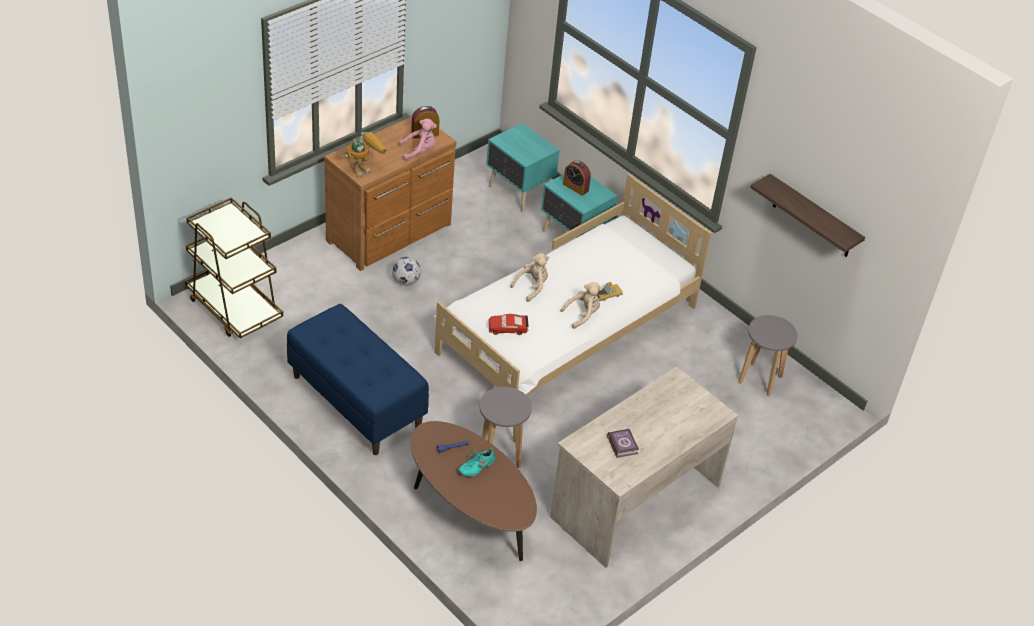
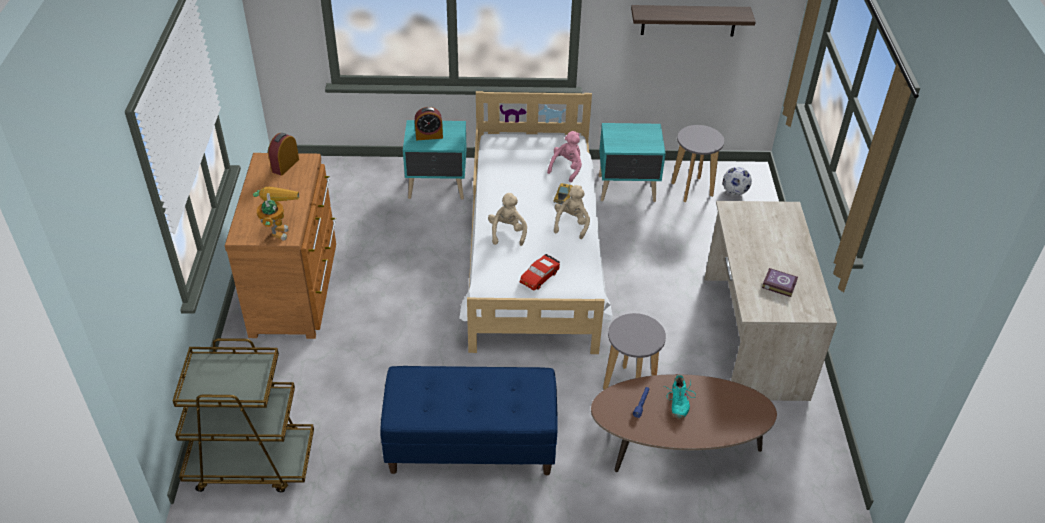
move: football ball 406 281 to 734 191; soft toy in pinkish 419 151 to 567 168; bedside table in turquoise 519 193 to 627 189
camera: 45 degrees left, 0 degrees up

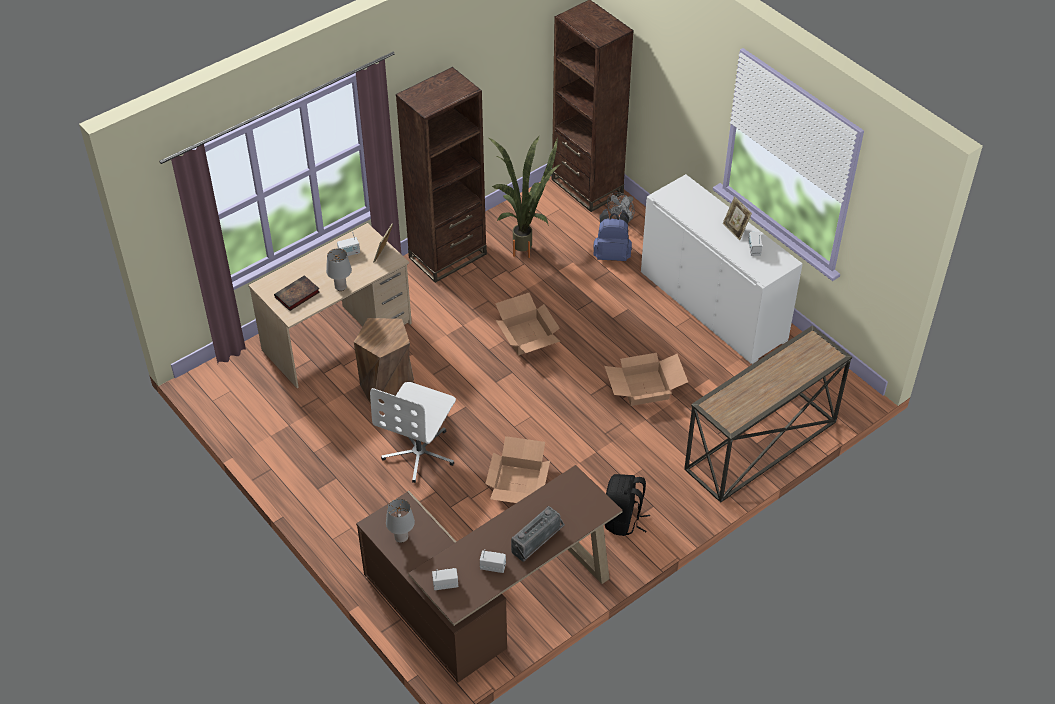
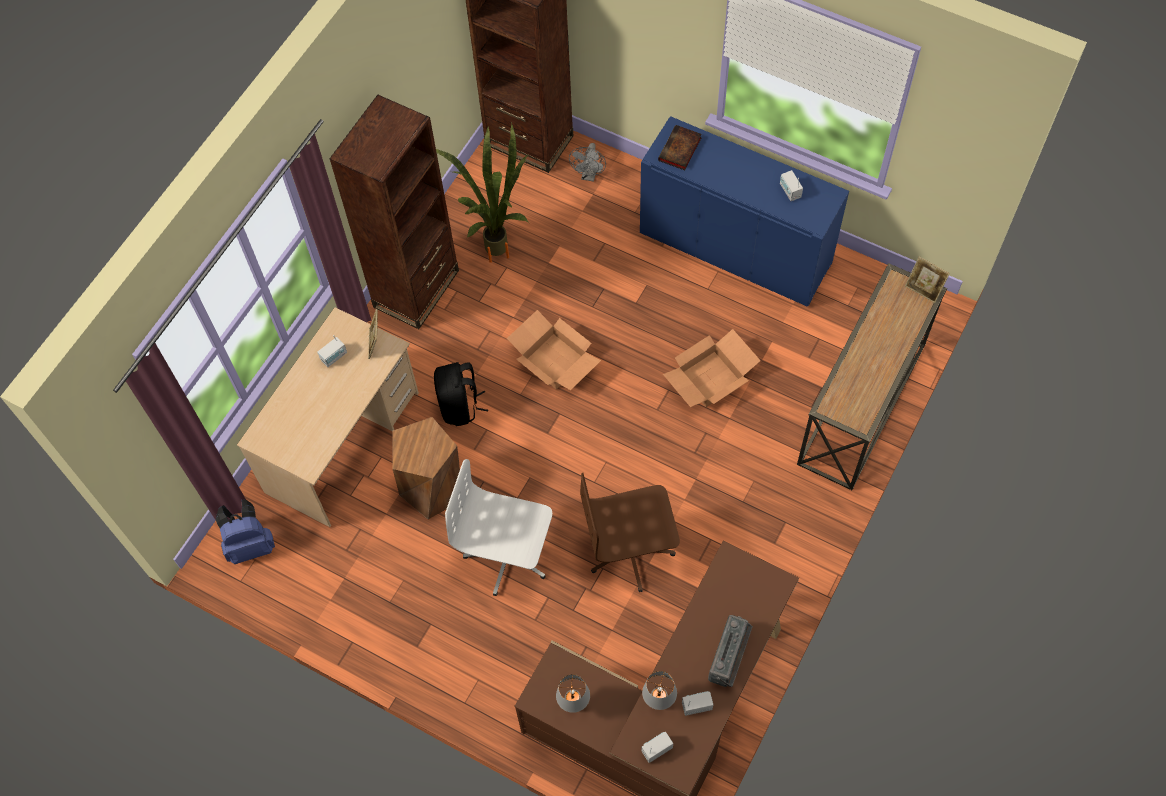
move: book 296 295 to 680 150; lamp for a table in greyish 340 287 to 658 701; backpack in bluish 612 254 to 251 545; backpack in black-coloured 623 520 to 460 406; picture frame 735 230 to 923 290
replace: cardboard box 517 483 to office chair in brown 631 551
recolor: storage cabinet in whitish 712 306 to storage cabinet in bluish 735 248
rotate: office chair in whitish 420 453 = 508 556 105 degrees clockwise
camera: 20 degrees left, 15 degrees up

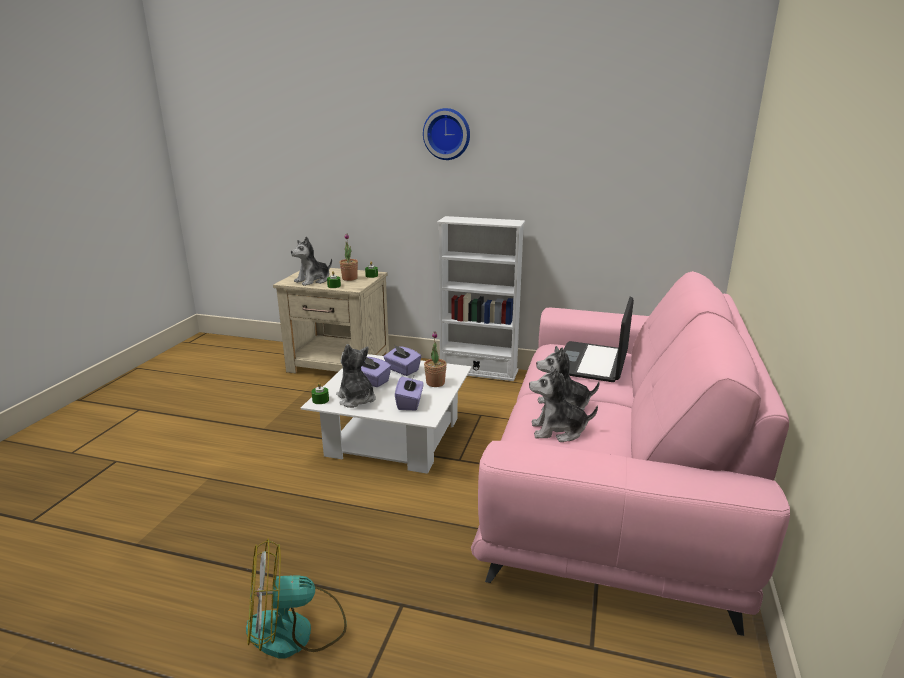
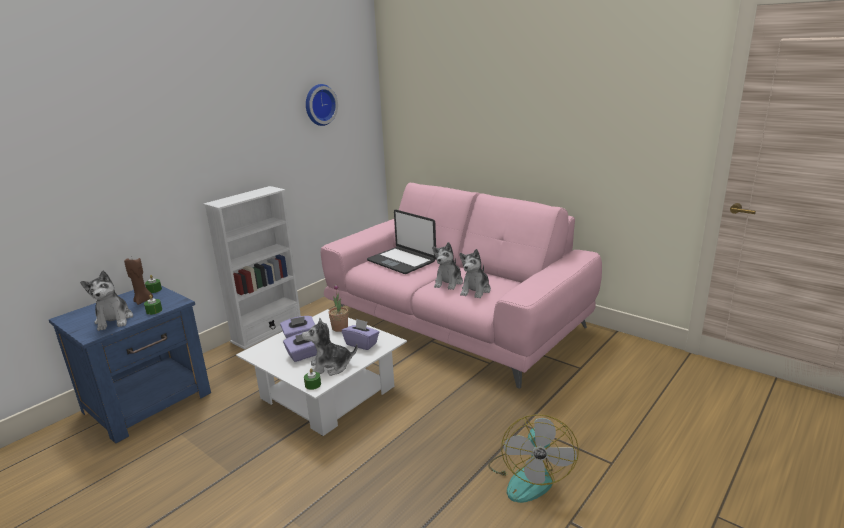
move: wall clock 447 134 to 319 104
replace: potted plant 349 278 to wax light in brown 143 301
recolor: bedside table in beige-coloured 340 364 to bedside table in bluish 149 402
camera: 65 degrees left, 0 degrees up

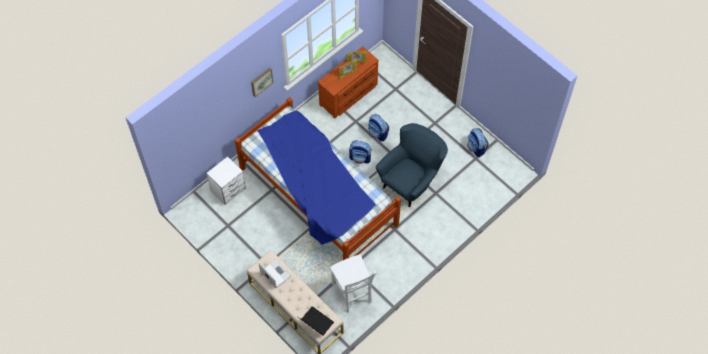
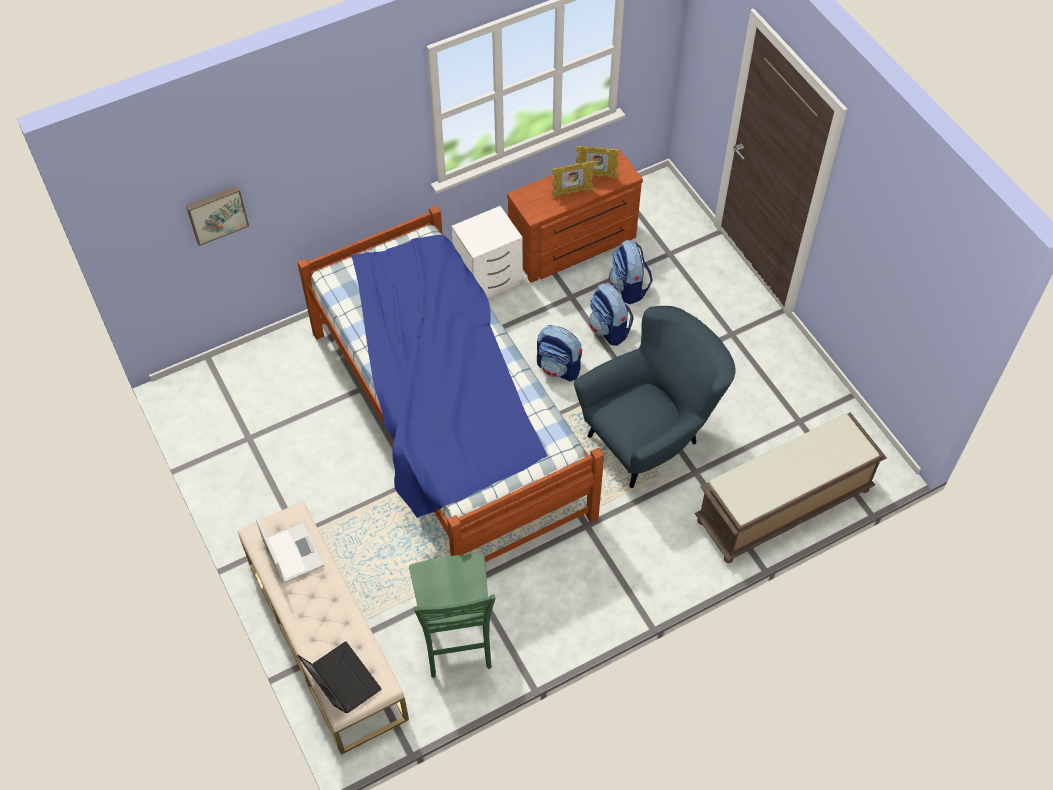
insert: long seat in brown 783 507
move: bedside table in whitish 229 189 to 490 279; wall art 261 81 to 216 214; backpack 476 148 to 629 287
recolor: plain chair in whitish 352 293 to plain chair in green 456 639
camera: 15 degrees right, 5 degrees down

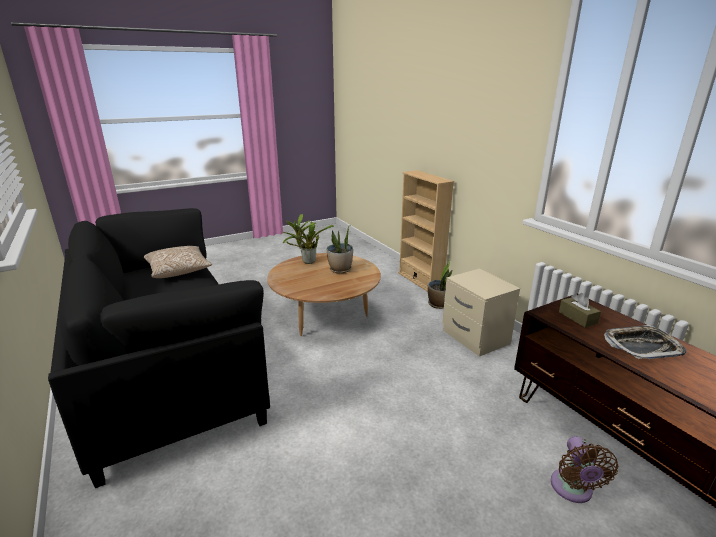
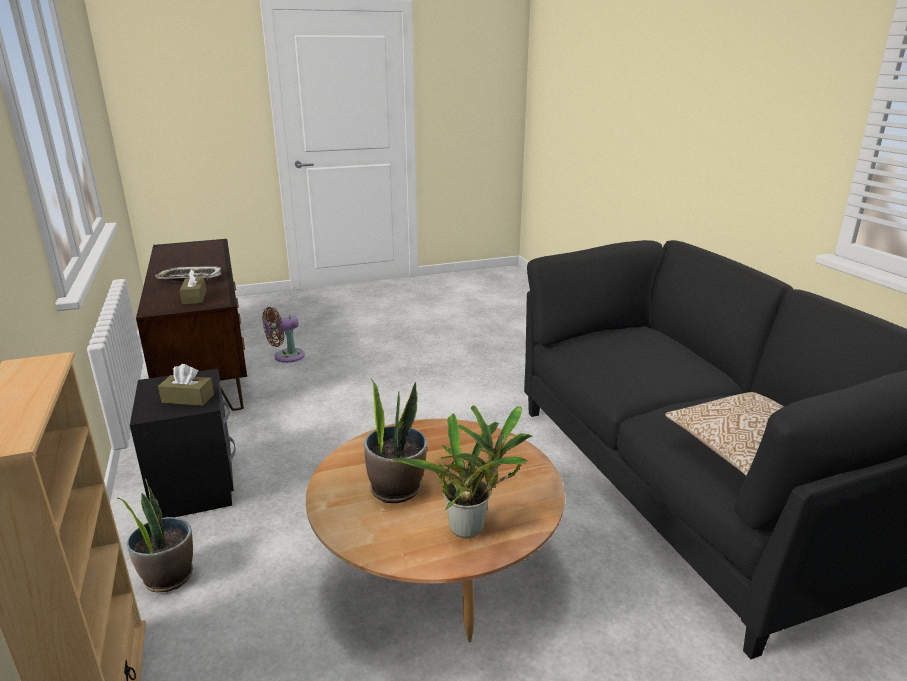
insert: box of tissues in brown 188 398
recolor: bedside table in beige-coloured 474 337 to bedside table in black-coloured 197 486
rotate: electric fan in brown 572 490 = 286 357 135 degrees counterclockwise
camera: 170 degrees left, 0 degrees up

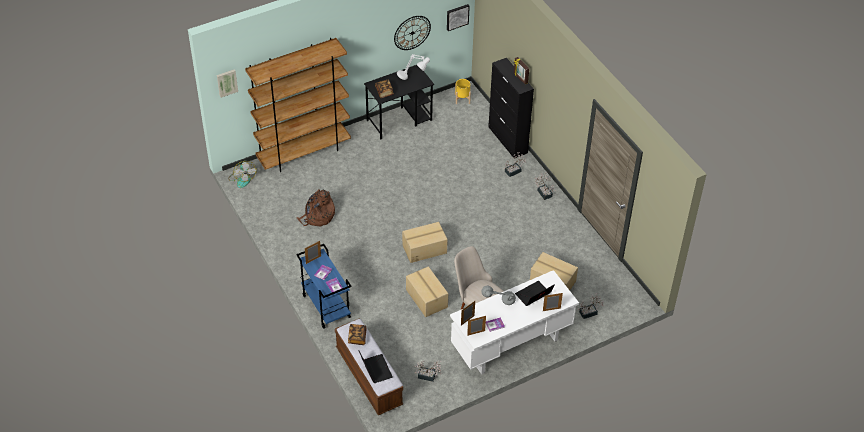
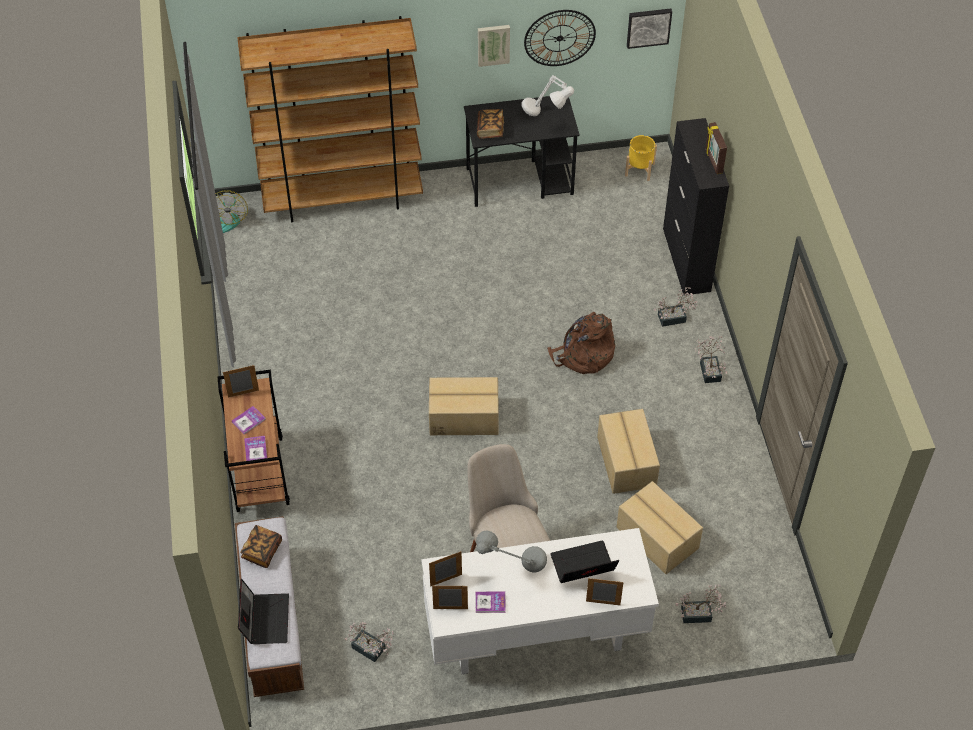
move: wall art 227 82 to 493 44; backpack in brown 317 216 to 583 355; cardboard box 426 299 to 625 462
recolor: wheeled cart in bluish 325 306 to wheeled cart in brown 259 473
camera: 20 degrees right, 5 degrees up

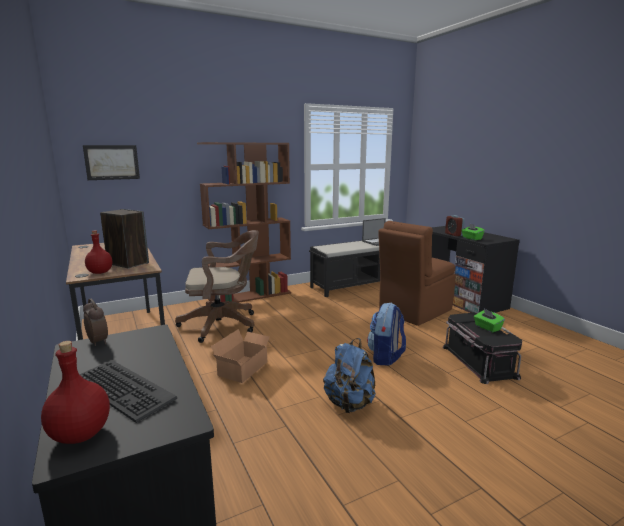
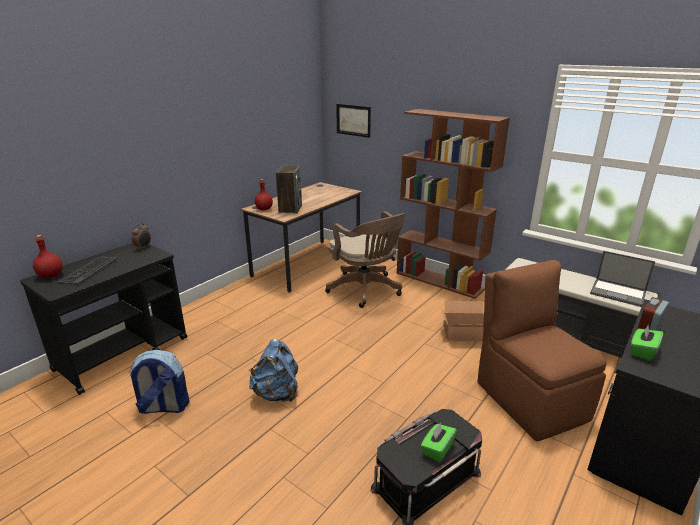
move: cardboard box 245 368 to 466 334; backpack 386 357 to 163 407
rotate: plain chair in brown 414 311 = 529 399 45 degrees clockwise
camera: 65 degrees right, 10 degrees up

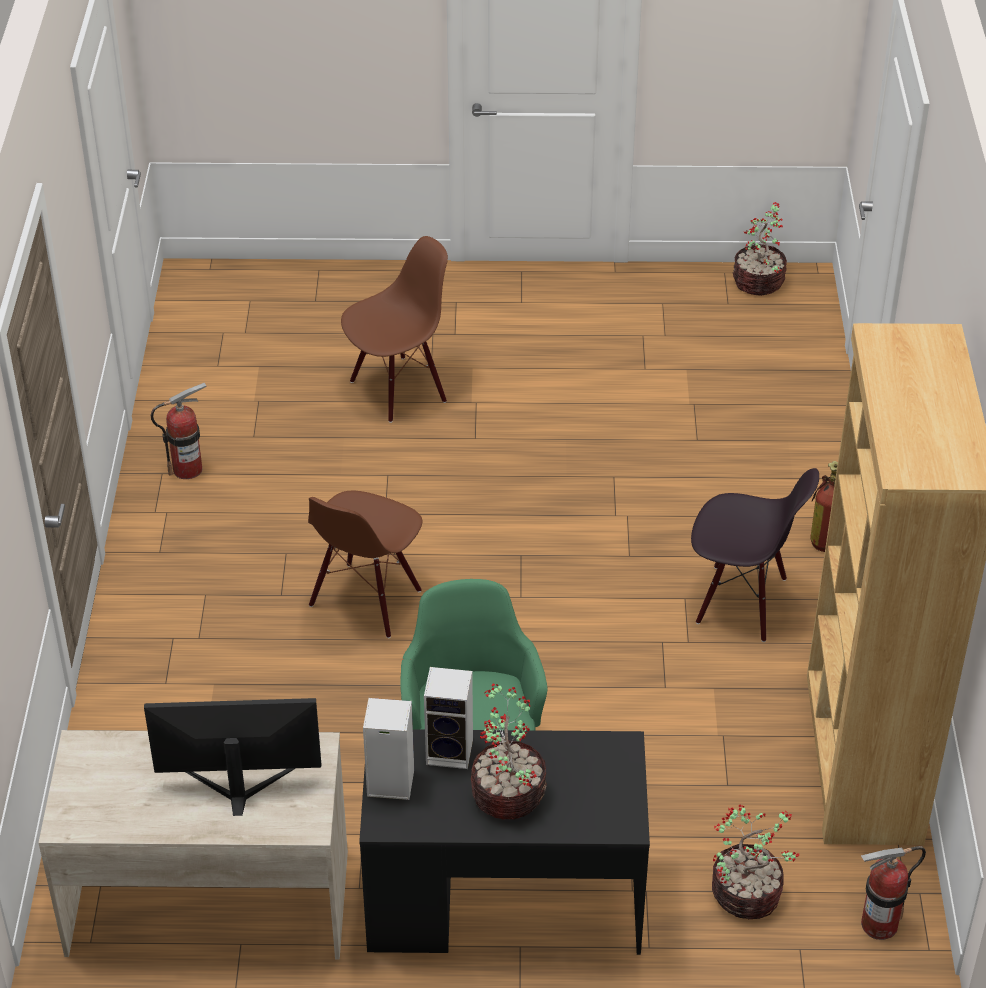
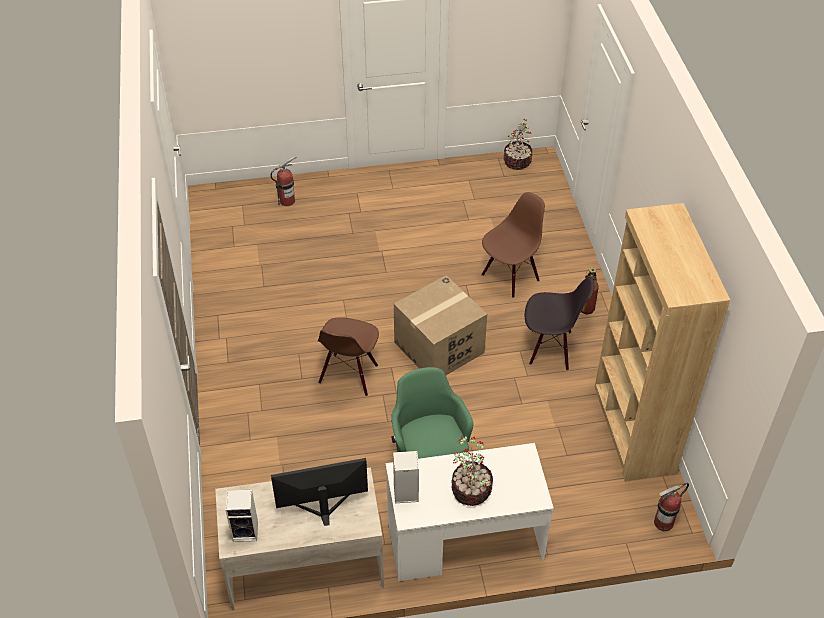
delete: potted plant 748 894
insert: cardboard box 439 348
move: fire extinguisher 187 469 to 287 201; plain chair in brown 398 390 to 510 277; speaker 451 751 to 246 531
recolor: desk in black-coloured 503 901 to desk in whitish 464 540
camera: 10 degrees left, 5 degrees up

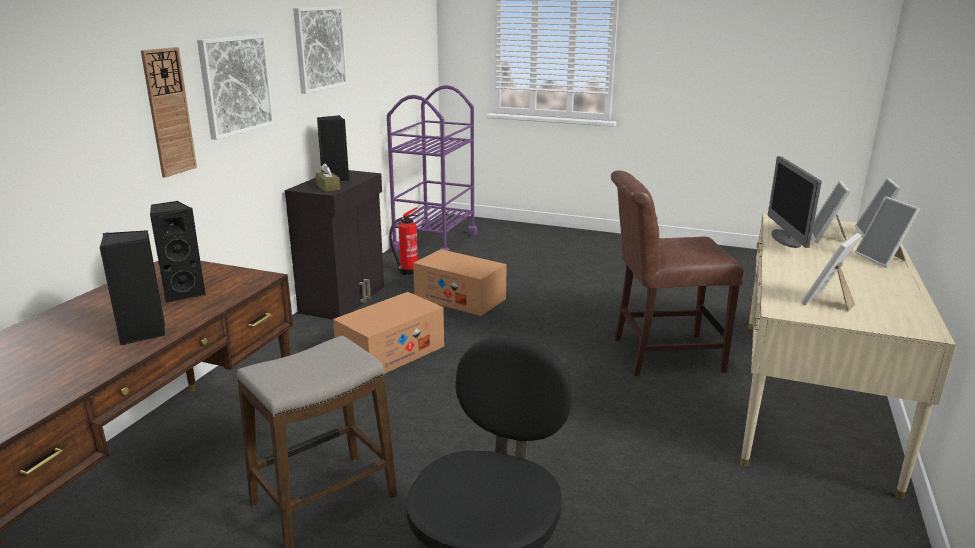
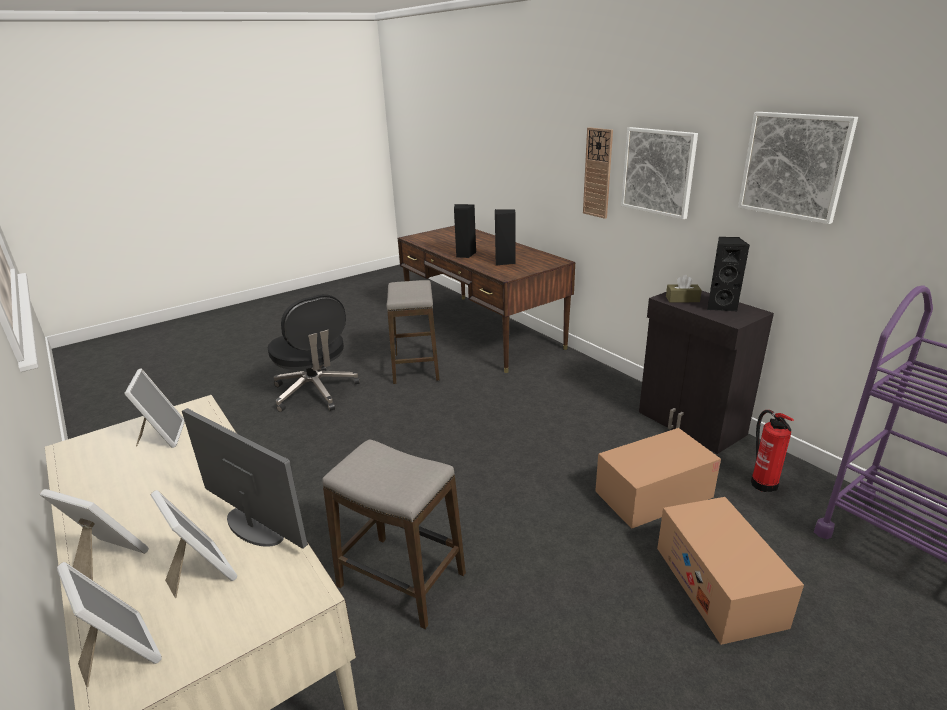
move: cardboard box 391 353 to 718 585
replace: plain chair in brown 660 354 to stool 401 580
camera: 125 degrees right, 5 degrees up

